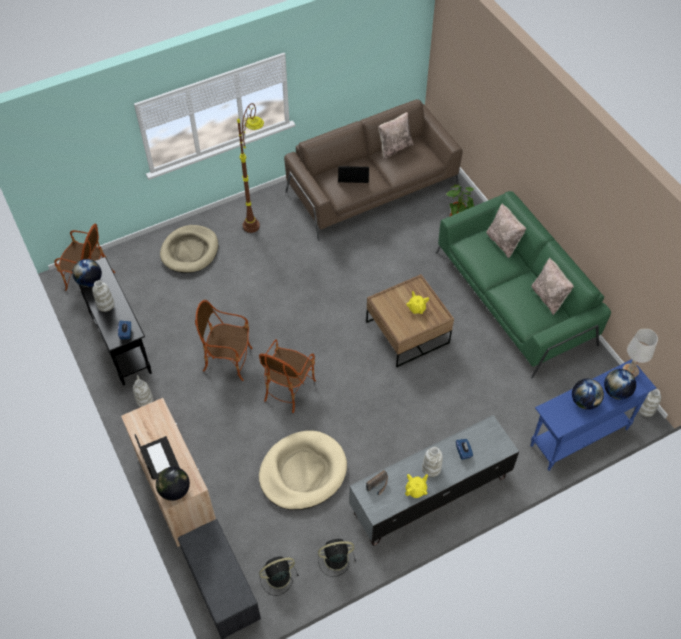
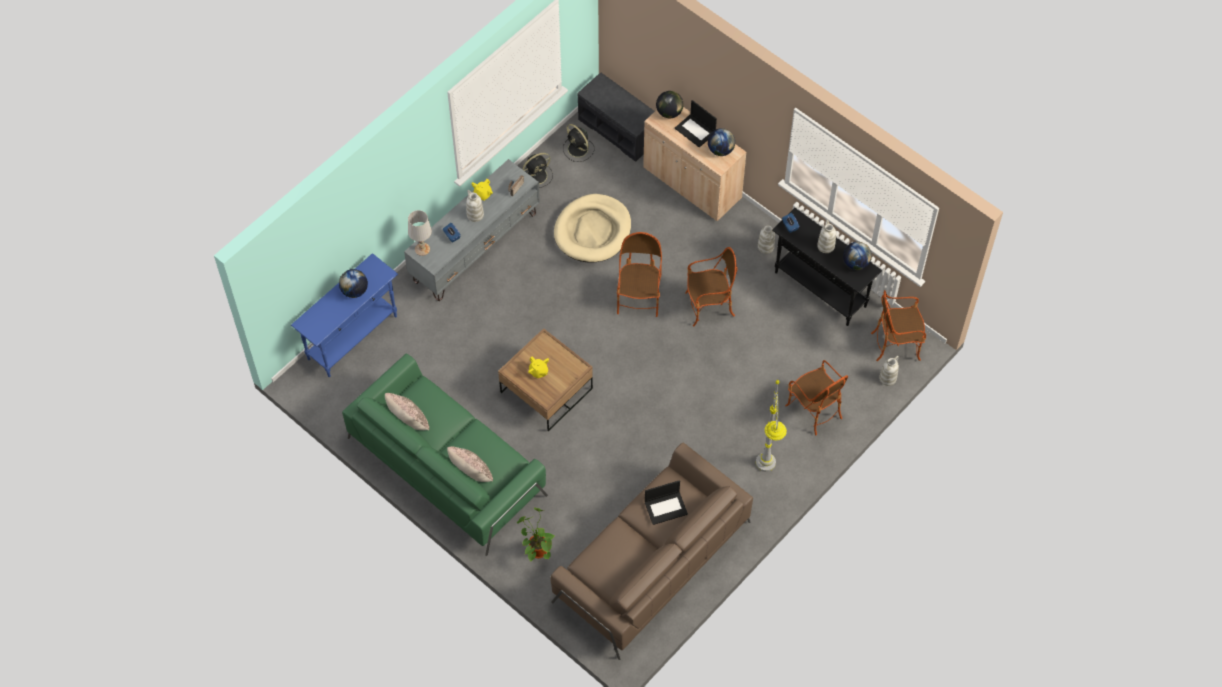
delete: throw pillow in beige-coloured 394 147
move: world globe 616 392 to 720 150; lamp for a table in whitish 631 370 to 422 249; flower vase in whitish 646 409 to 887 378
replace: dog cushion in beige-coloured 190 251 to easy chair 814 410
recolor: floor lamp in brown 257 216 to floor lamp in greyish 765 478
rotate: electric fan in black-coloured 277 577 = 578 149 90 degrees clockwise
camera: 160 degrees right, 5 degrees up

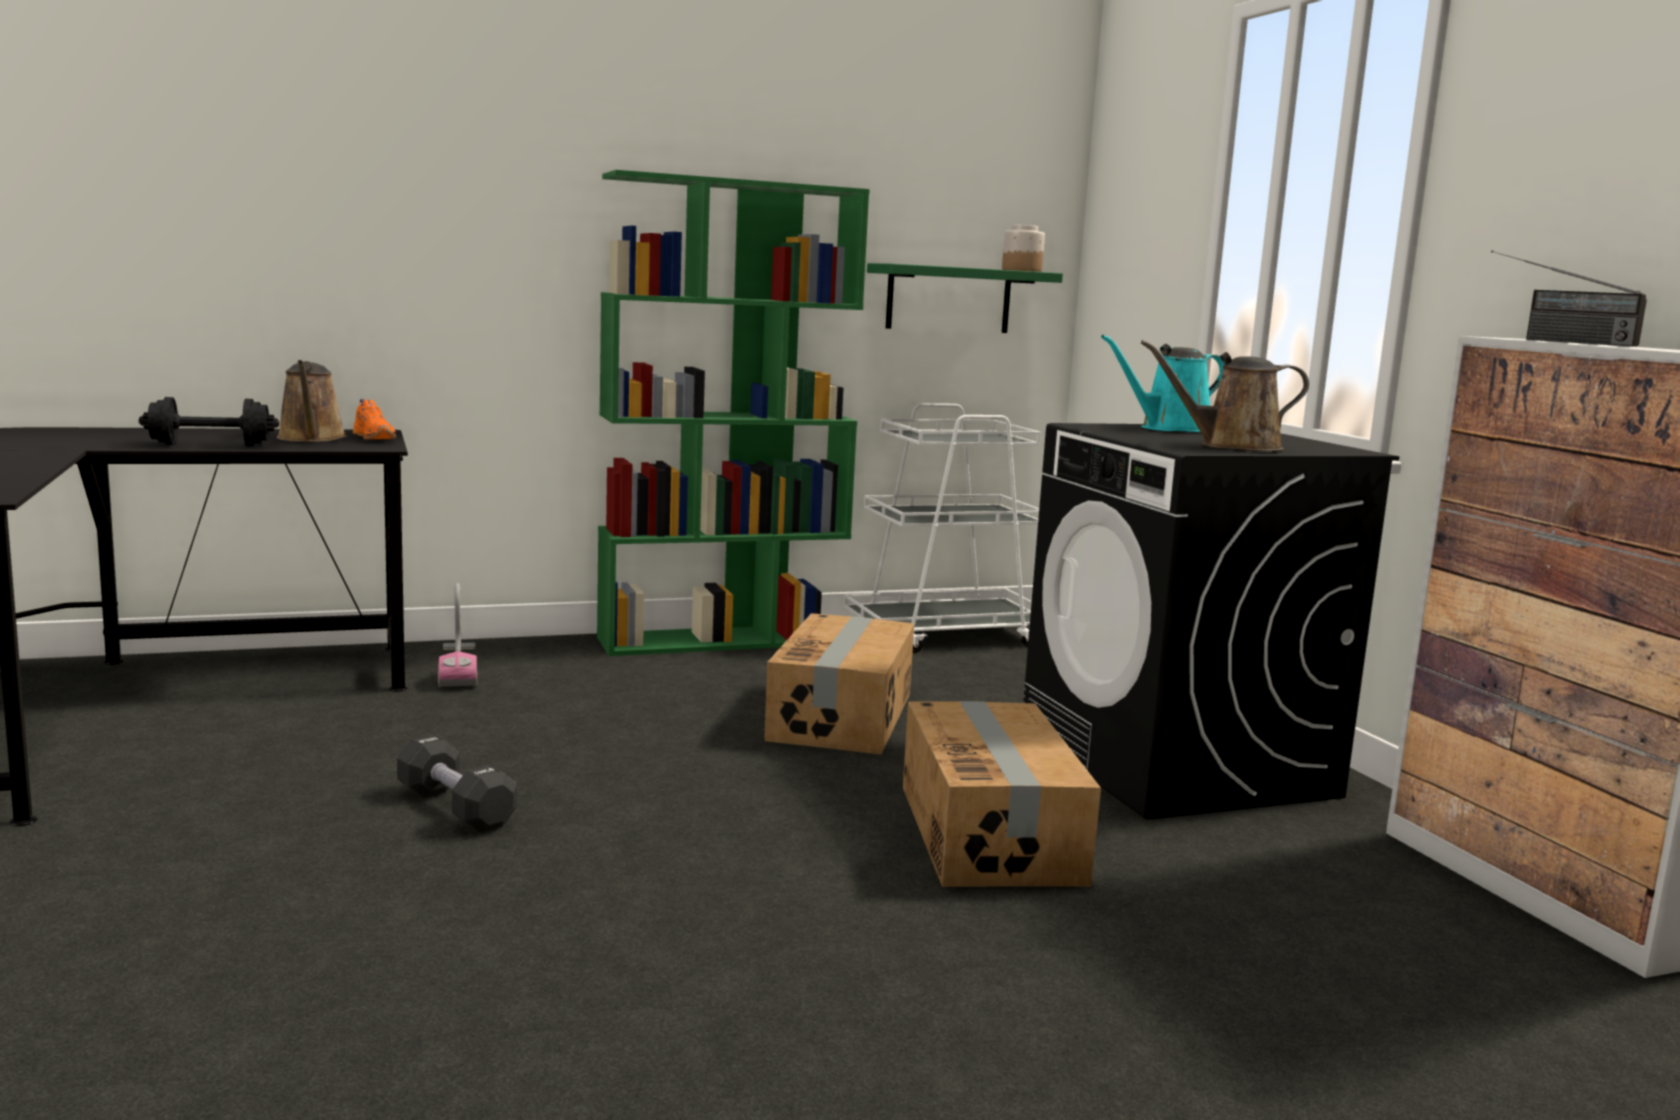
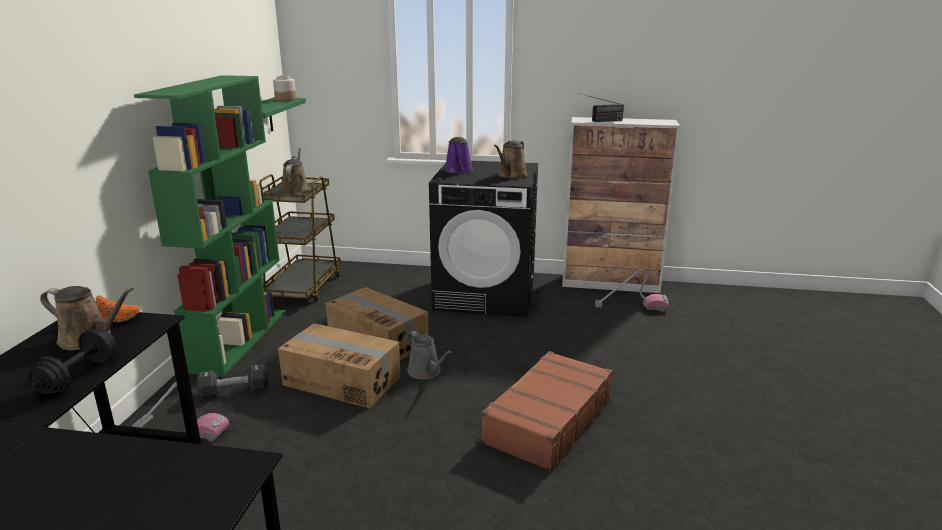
insert: watering pot in brown 295 190; watering pot in greyish 426 372; piece of luggage in brown 547 420; vacuum 631 306
move: dumbbell in black-coloured 456 808 to 234 391; cardboard box 991 833 to 342 381
recolor: wheeled cart in whitish 945 635 to wheeled cart in brown 303 287; watering pot in turquoise 1170 429 to watering pot in purplish 458 171
camera: 60 degrees left, 10 degrees up

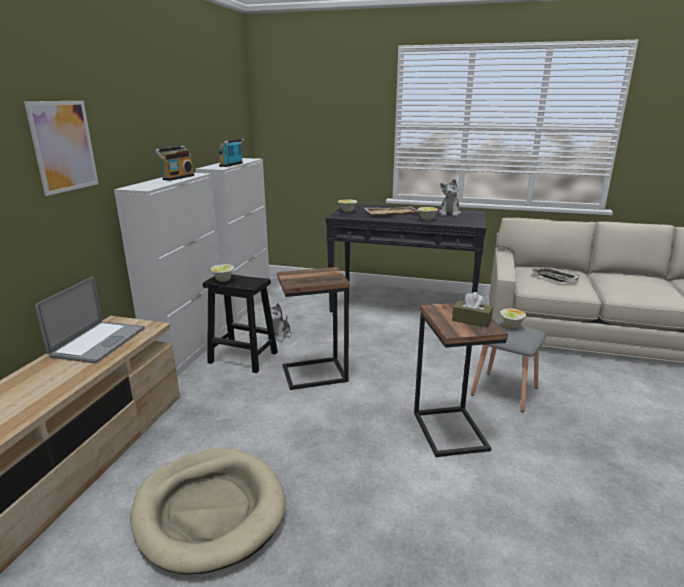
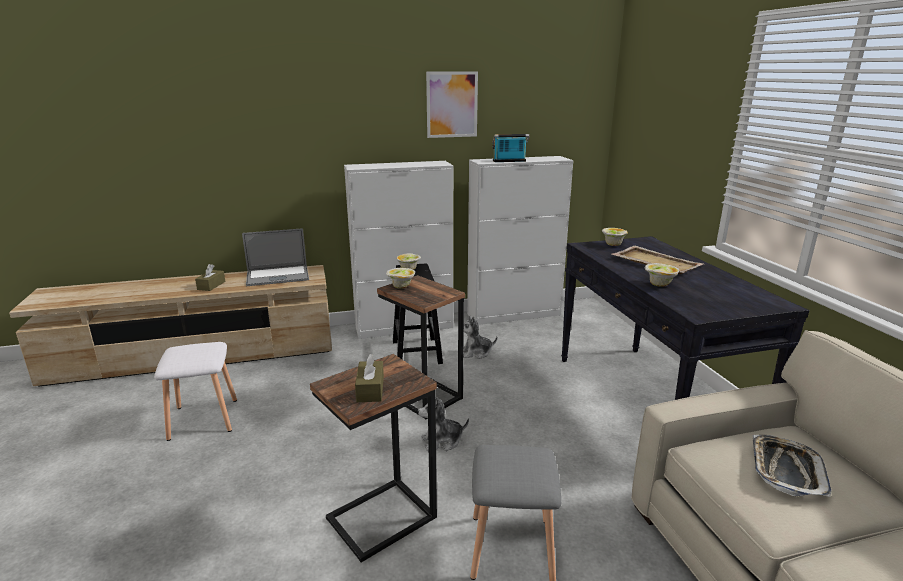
delete: radio receiver 177 177
insert: box of tissues in brown 211 285
move: wall art 63 146 to 452 104; soft toy 449 213 to 442 441; deep dish 510 327 to 401 286
replace: dog cushion in beige-coloured 209 510 to stool in whitish 205 418
camera: 60 degrees right, 0 degrees up

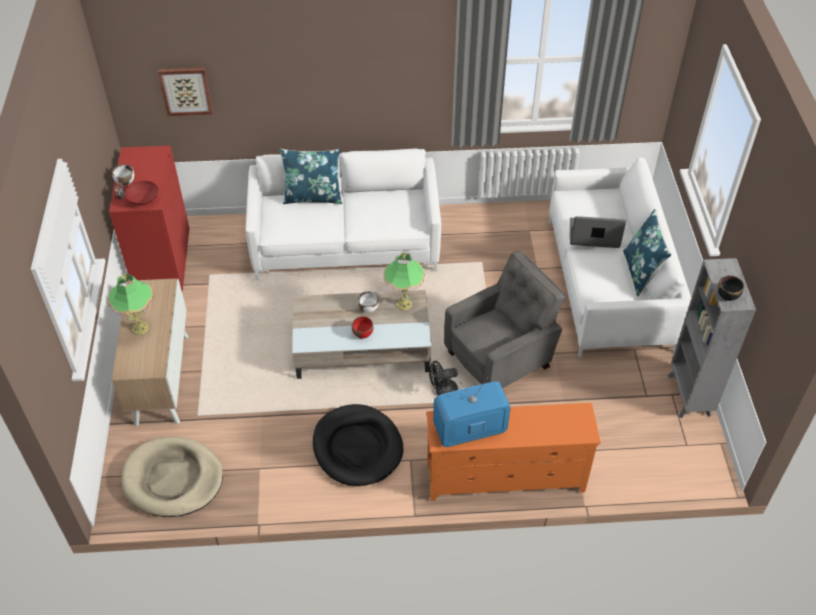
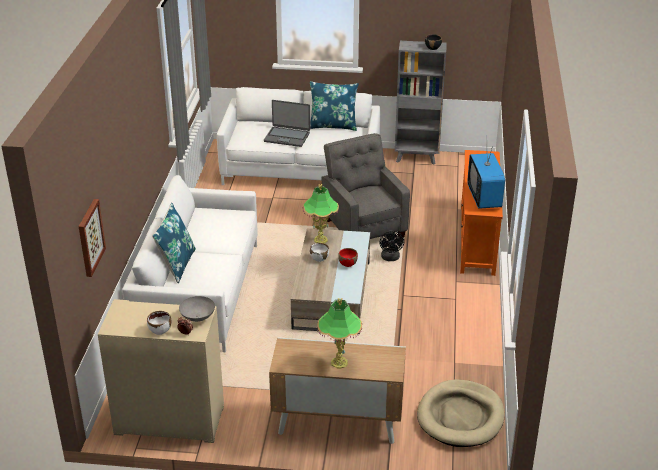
delete: dog cushion in black-coloured 357 447
recolor: storage cabinet in red-coloured 161 261 to storage cabinet in beige-coloured 169 420; deep dish in red-coloured 144 200 to deep dish in greyish 197 317
rotate: laptop 594 235 = 287 137 90 degrees counterclockwise
camera: 80 degrees left, 15 degrees down

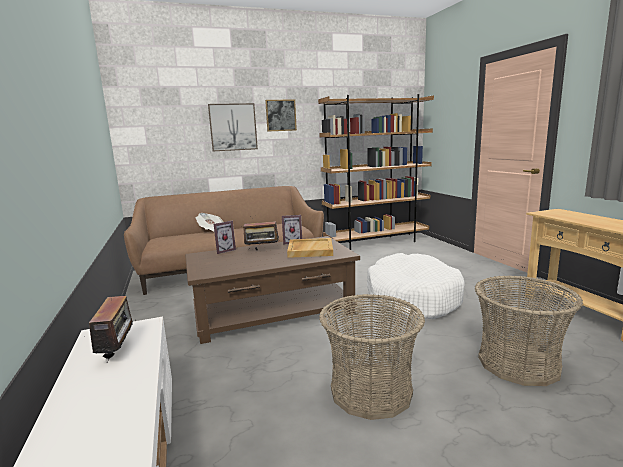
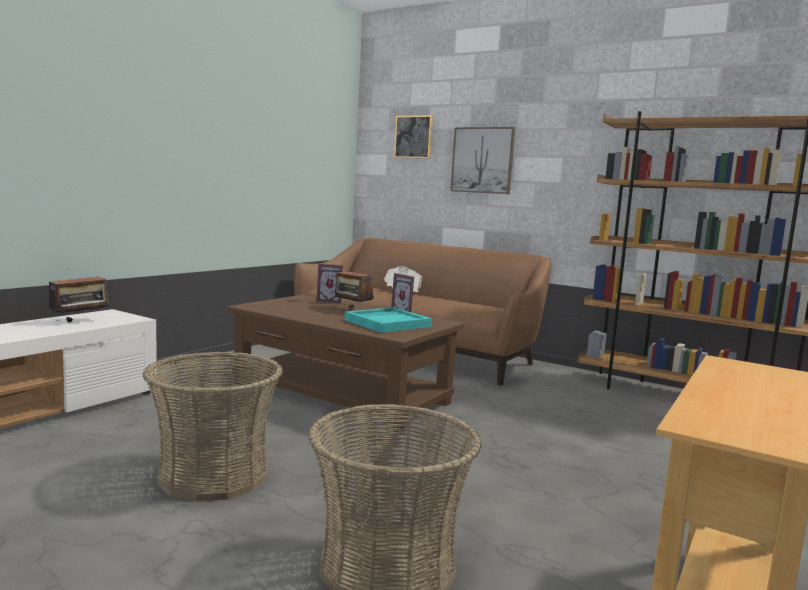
delete: dog cushion in whitish 412 297
move: wall art 281 115 to 413 137
recolor: serving tray in beige-coloured 310 250 to serving tray in turquoise 387 323
camera: 50 degrees right, 5 degrees down

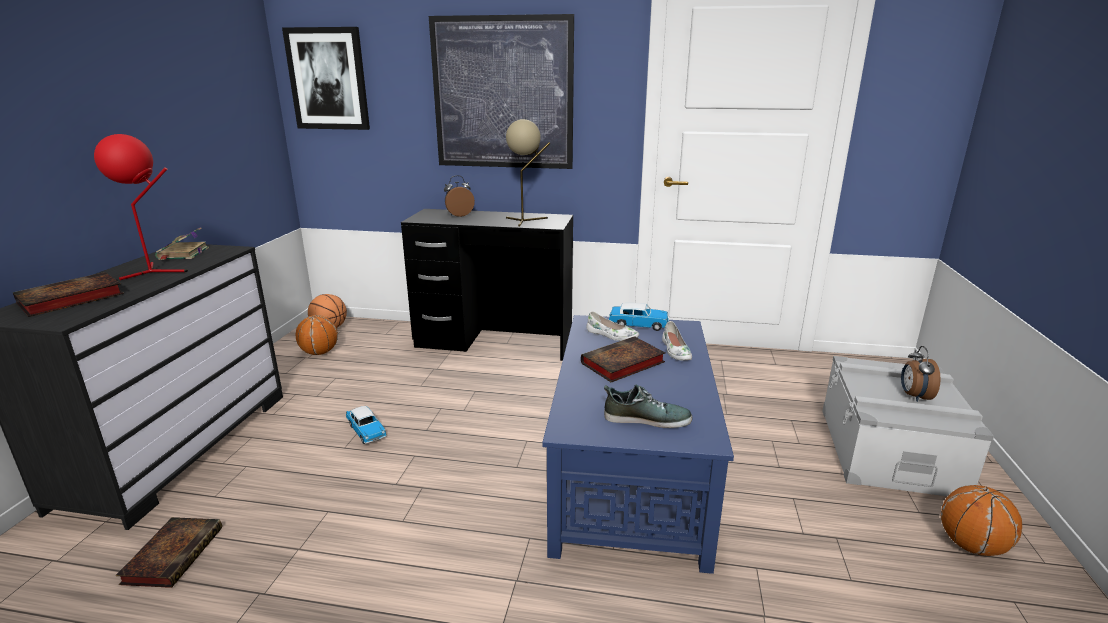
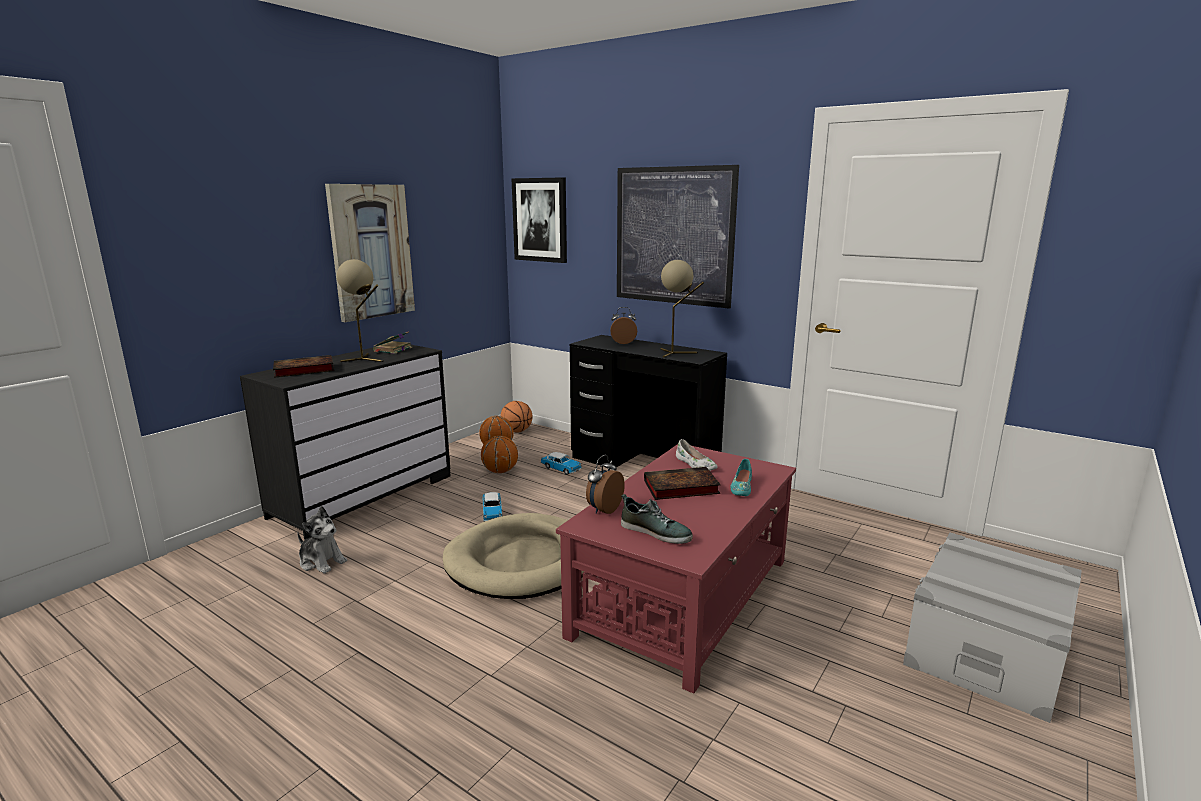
insert: wall art 371 251; dog cushion in beige-coloured 523 561
move: model car 638 325 to 561 469; bedside clock 914 396 to 603 509; basketball 971 546 to 500 471
replace: book 174 554 to soft toy 322 562
recolor: lamp for a table in red-coloured 156 272 to lamp for a table in beige-coloured 365 359; coffee table in bluish 631 471 to coffee table in red-coloured 684 596; low shoe in whitish 675 351 to low shoe in turquoise 741 487
camera: 25 degrees right, 5 degrees down

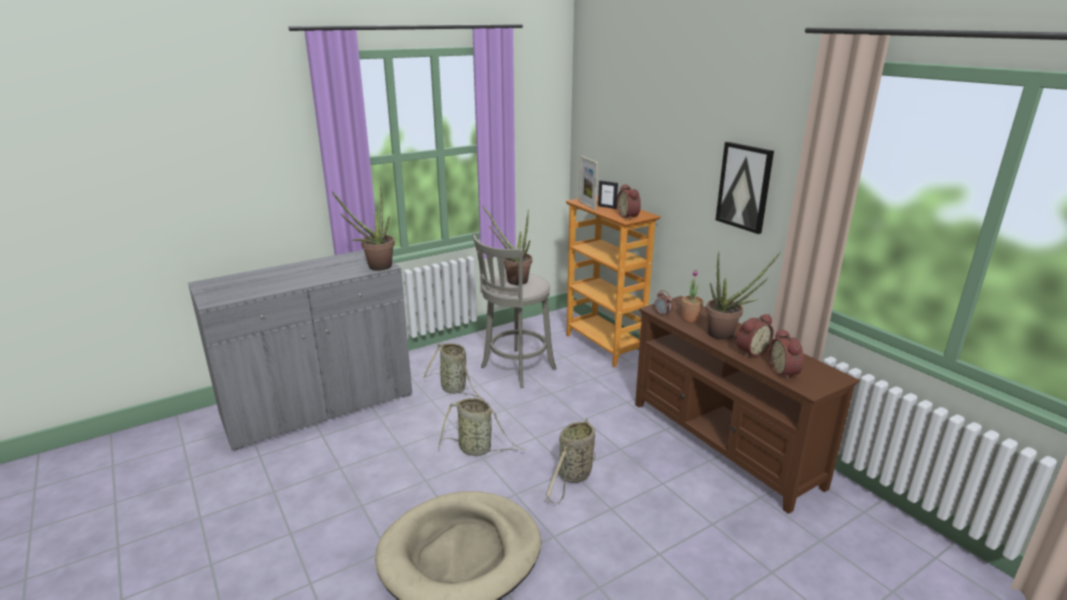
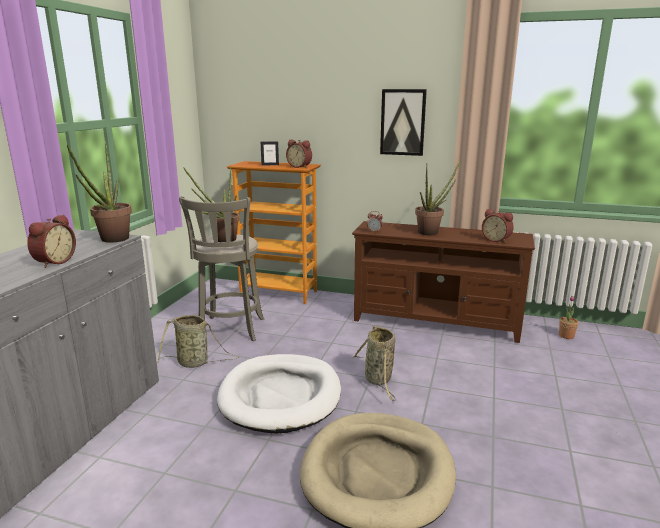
delete: picture frame 587 205
move: potted plant 690 318 to 566 336; bedside clock 750 351 to 53 262
replace: household basket 477 449 to dog cushion in whitish 280 396
camera: 40 degrees left, 5 degrees down

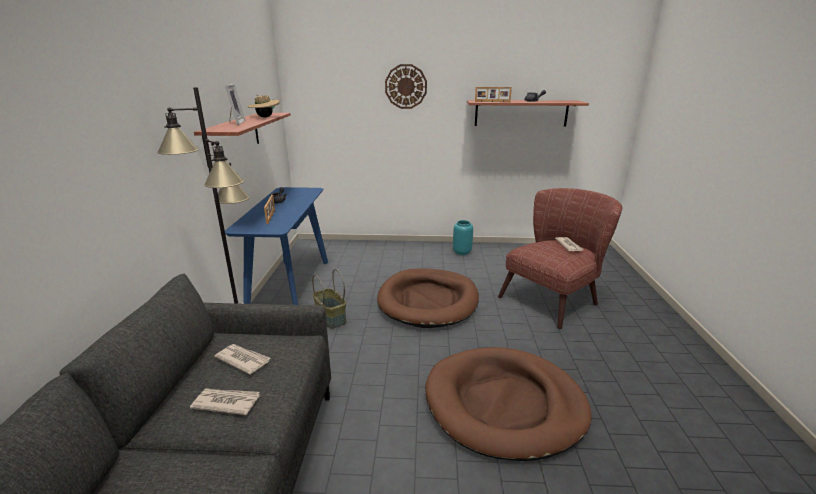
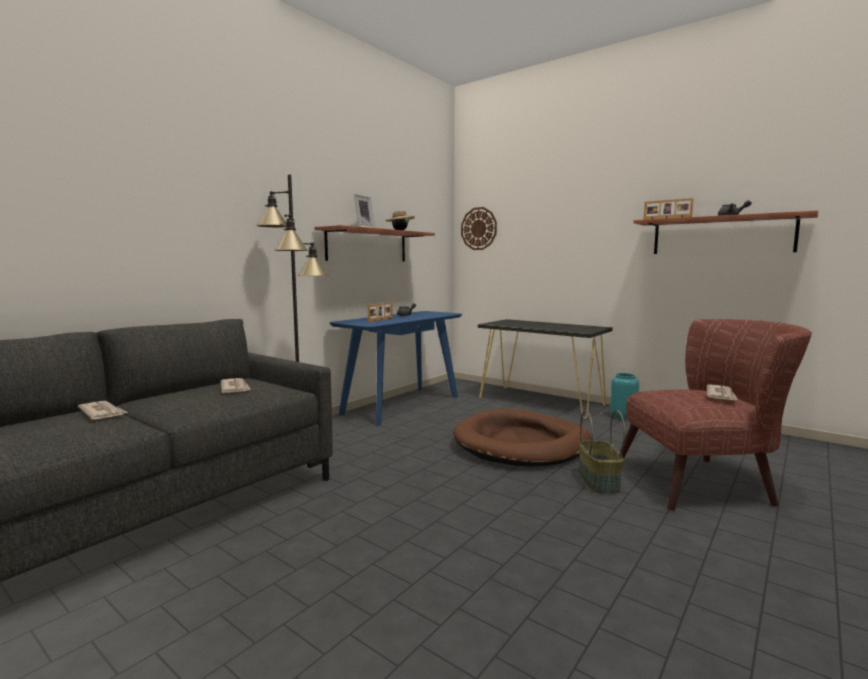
delete: dog cushion in brown 504 404
insert: console table in black-coloured 541 402
move: newspaper 226 402 to 103 413; household basket 330 318 to 597 481; wall clock 406 86 to 479 228
camera: 35 degrees right, 15 degrees down

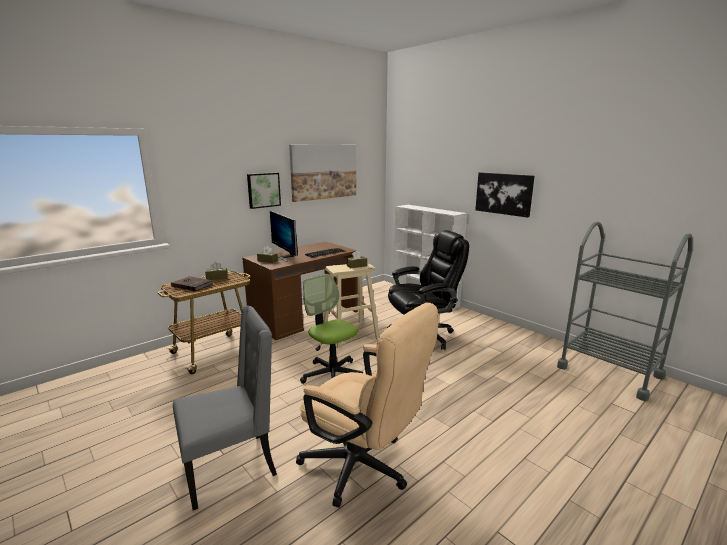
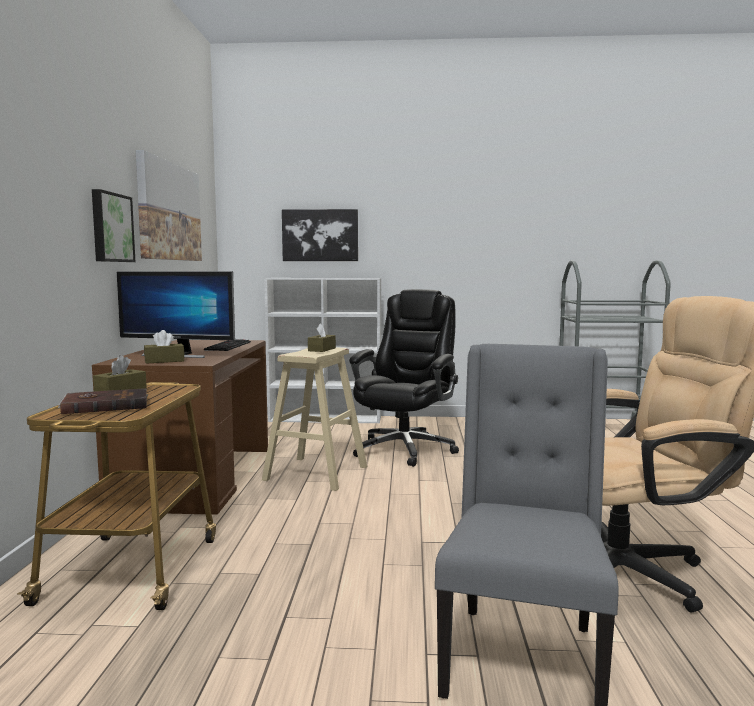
delete: office chair 332 375
move: wall art 504 193 to 320 235
camera: 45 degrees left, 10 degrees down

